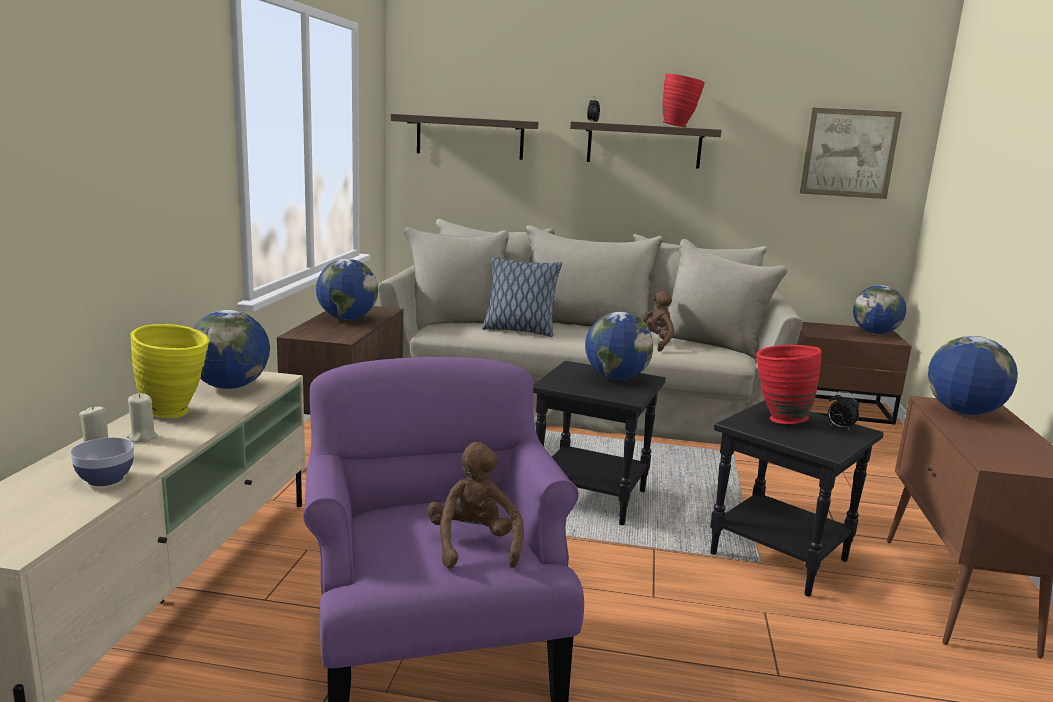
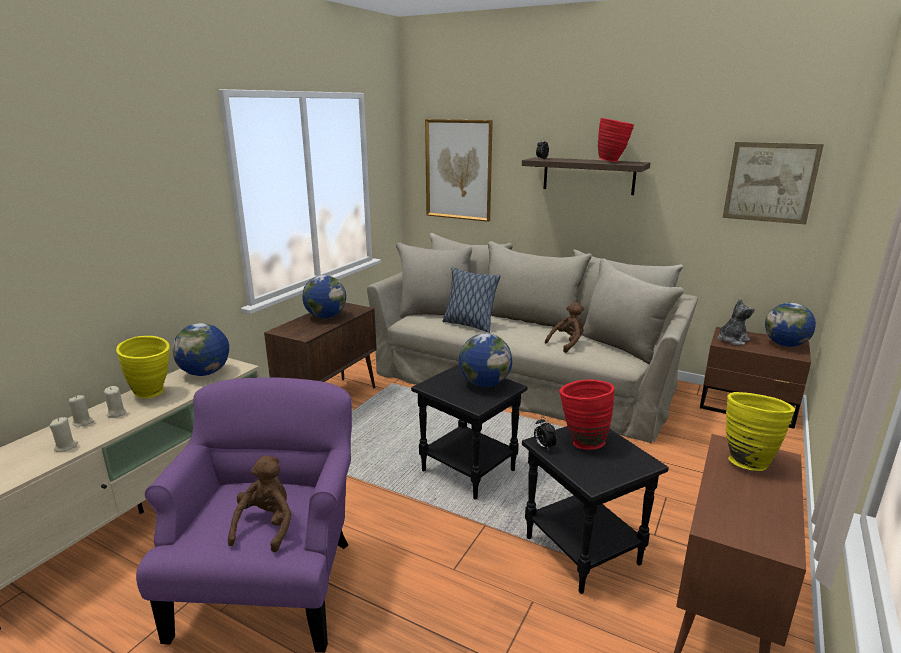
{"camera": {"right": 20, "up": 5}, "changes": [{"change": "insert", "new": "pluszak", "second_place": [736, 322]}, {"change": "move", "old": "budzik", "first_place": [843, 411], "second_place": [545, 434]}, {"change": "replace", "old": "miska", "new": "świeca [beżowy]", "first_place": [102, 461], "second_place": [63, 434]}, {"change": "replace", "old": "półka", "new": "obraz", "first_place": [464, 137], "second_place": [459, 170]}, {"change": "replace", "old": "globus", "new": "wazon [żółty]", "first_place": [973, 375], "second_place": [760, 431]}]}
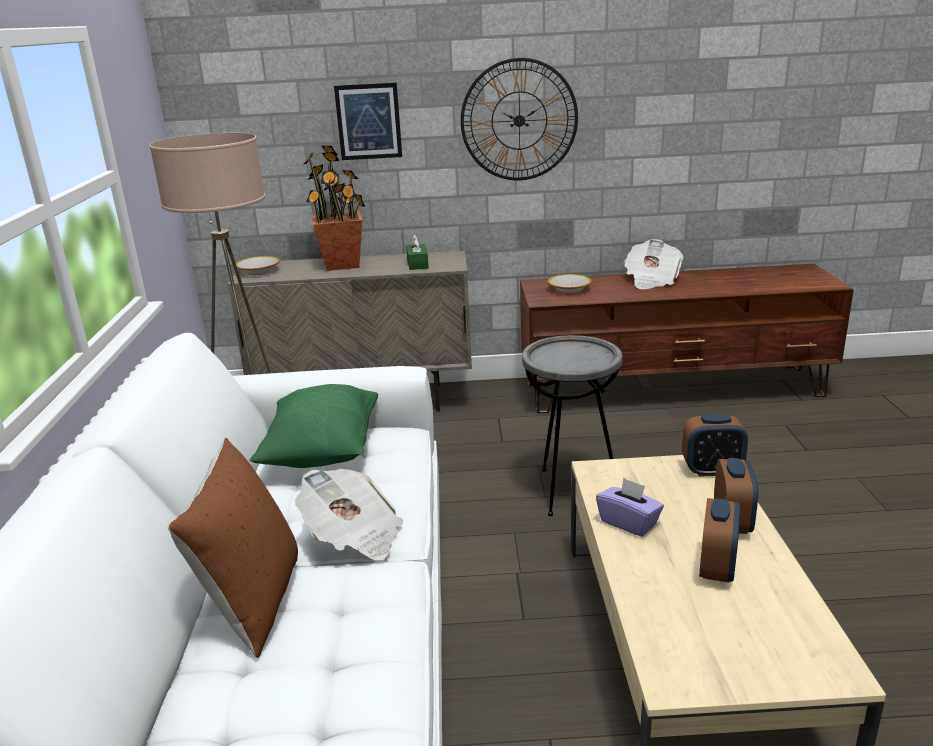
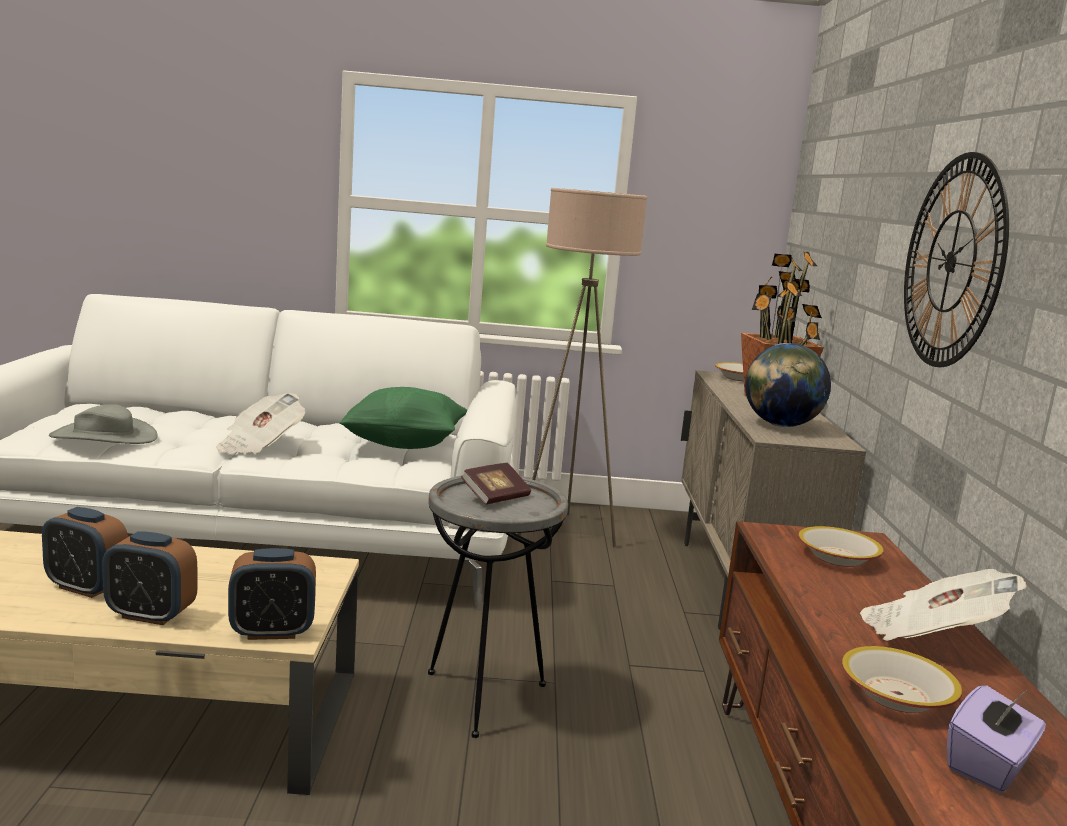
{"camera": {"right": 90, "up": -10}, "changes": [{"change": "delete", "old": "poduszka [brązowy]", "first_place": [233, 548]}, {"change": "delete", "old": "obraz", "first_place": [368, 121]}, {"change": "insert", "new": "kapelusz [szary]", "second_place": [103, 424]}, {"change": "insert", "new": "książka", "second_place": [496, 484]}, {"change": "insert", "new": "miska", "second_place": [902, 679]}, {"change": "move", "old": "pudełko chusteczek [fioletowy]", "first_place": [630, 507], "second_place": [996, 739]}, {"change": "replace", "old": "pudełko chusteczek [zielony]", "new": "globus", "first_place": [417, 252], "second_place": [788, 385]}, {"change": "rotate", "old": "budzik", "first_place": [715, 445], "second_place": [272, 594], "degrees": -105}]}
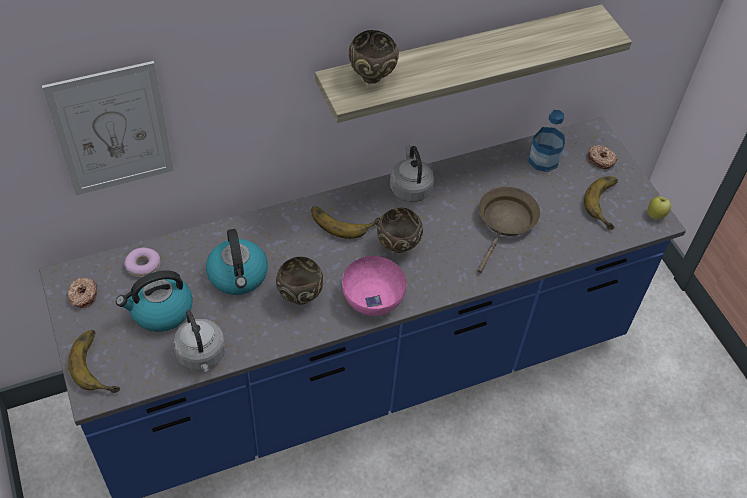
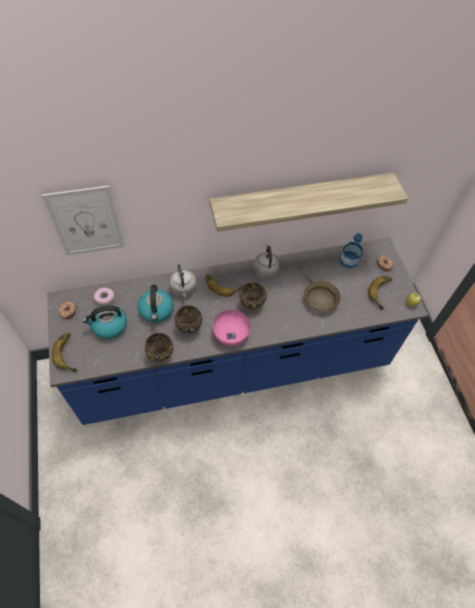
{"camera": {"right": 10, "up": 5}, "changes": [{"change": "move", "old": "czajnik [szary]", "first_place": [199, 341], "second_place": [182, 280]}, {"change": "move", "old": "miska [brązowy]", "first_place": [373, 57], "second_place": [159, 347]}, {"change": "rotate", "old": "patelnia [brązowy]", "first_place": [508, 230], "second_place": [319, 288], "degrees": 120}]}
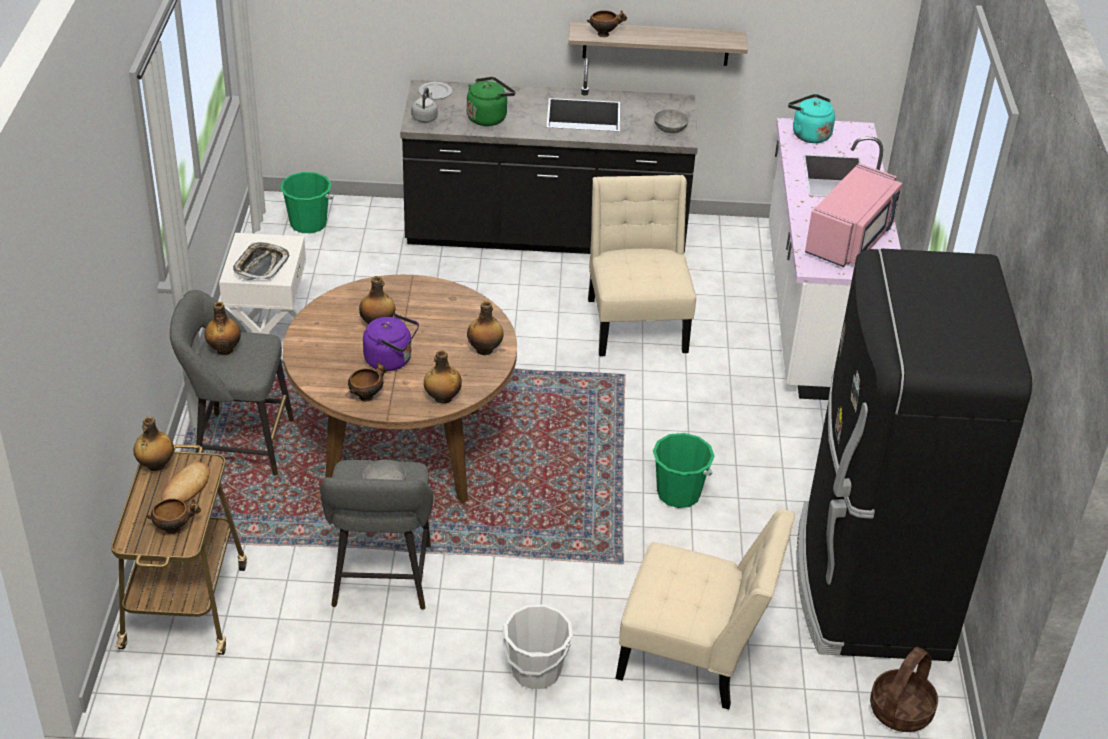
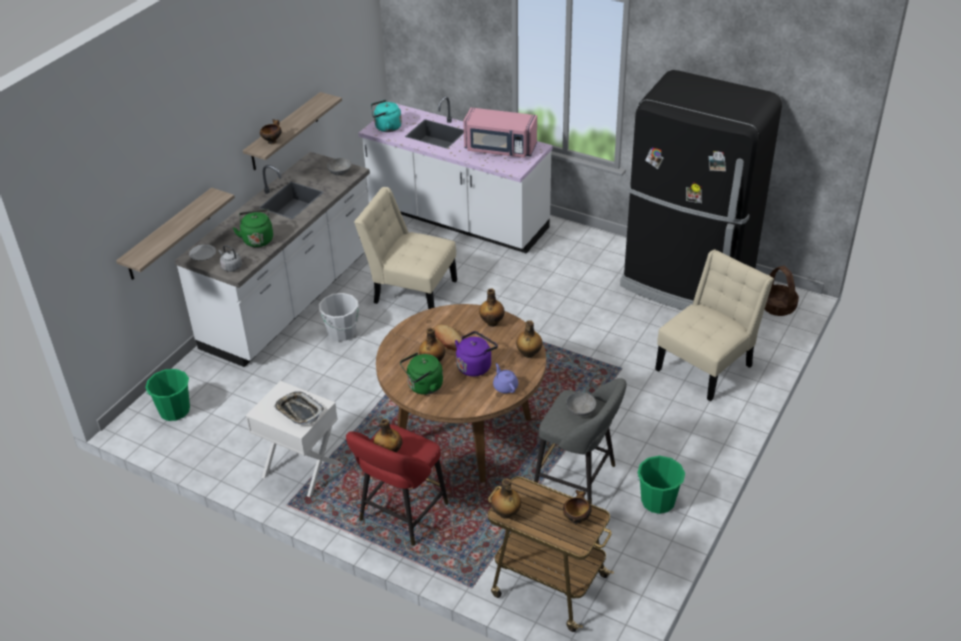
{"camera": {"right": -60, "up": 0}, "changes": [{"change": "insert", "new": "półka", "second_place": [175, 233]}, {"change": "insert", "new": "czajnik [zielony]", "second_place": [421, 374]}, {"change": "move", "old": "chleb", "first_place": [185, 482], "second_place": [448, 337]}, {"change": "move", "old": "wiadro [biały]", "first_place": [537, 646], "second_place": [339, 317]}, {"change": "move", "old": "wiadro [zielony]", "first_place": [684, 470], "second_place": [660, 485]}, {"change": "replace", "old": "miska", "new": "imbryk [fioletowy]", "first_place": [367, 382], "second_place": [505, 378]}, {"change": "recolor", "old": "stołek [szary]", "new": "stołek [czerwony]", "first_place": [232, 383], "second_place": [397, 485]}, {"change": "recolor", "old": "zabudowa kuchenna [czarny]", "new": "zabudowa kuchenna [biały]", "first_place": [549, 156], "second_place": [272, 259]}, {"change": "rotate", "old": "mikrofalówka [różowy]", "first_place": [853, 215], "second_place": [500, 132], "degrees": 135}]}
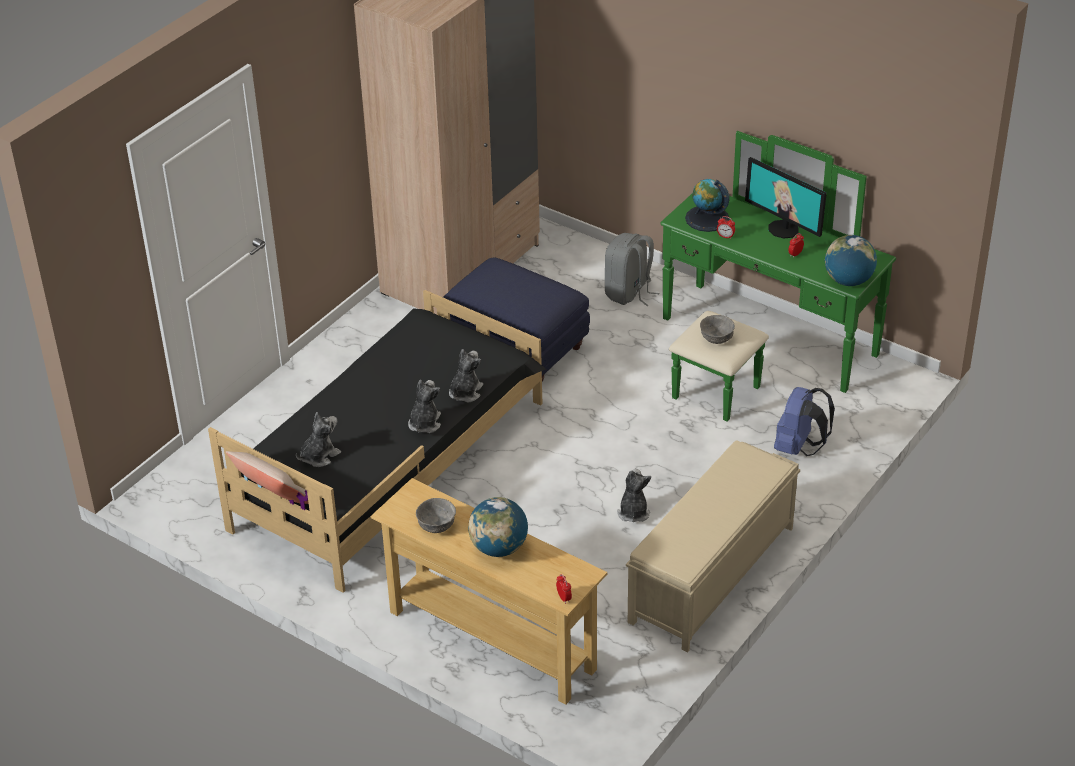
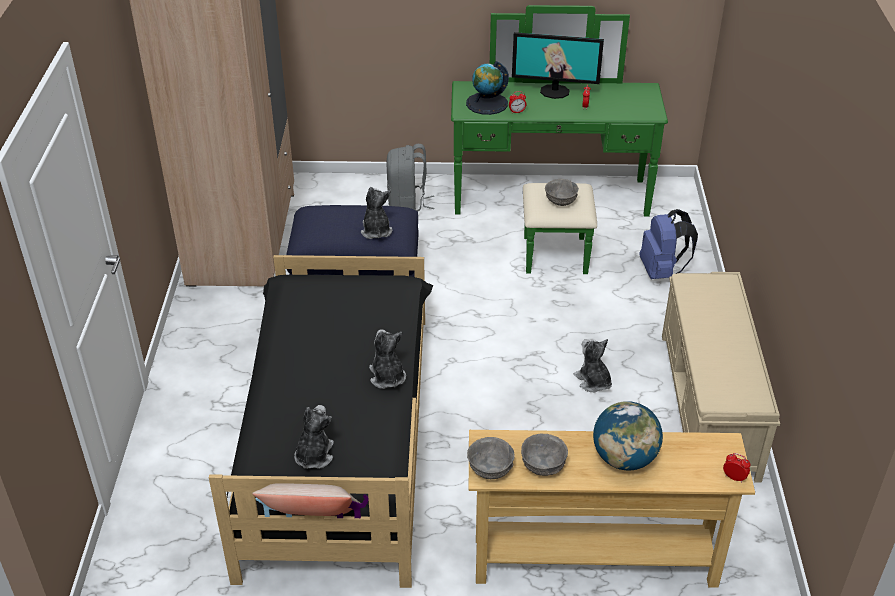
{"camera": {"right": -35, "up": 0}, "changes": [{"change": "delete", "old": "globus", "first_place": [851, 260]}, {"change": "insert", "new": "miska [szary]", "second_place": [491, 458]}, {"change": "move", "old": "pluszak", "first_place": [466, 376], "second_place": [376, 213]}]}
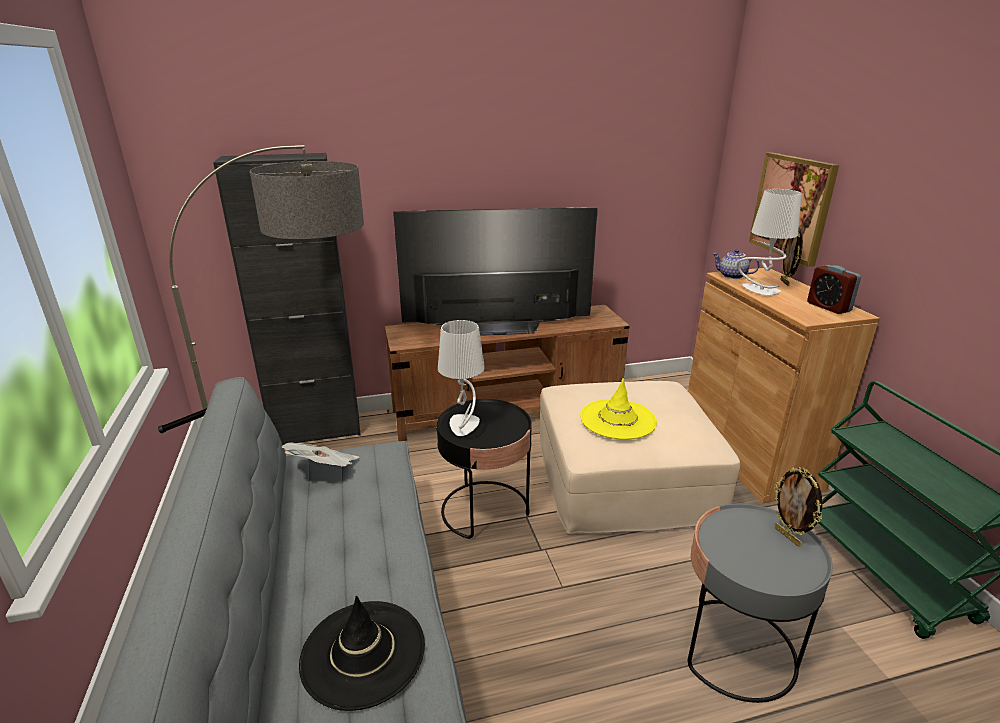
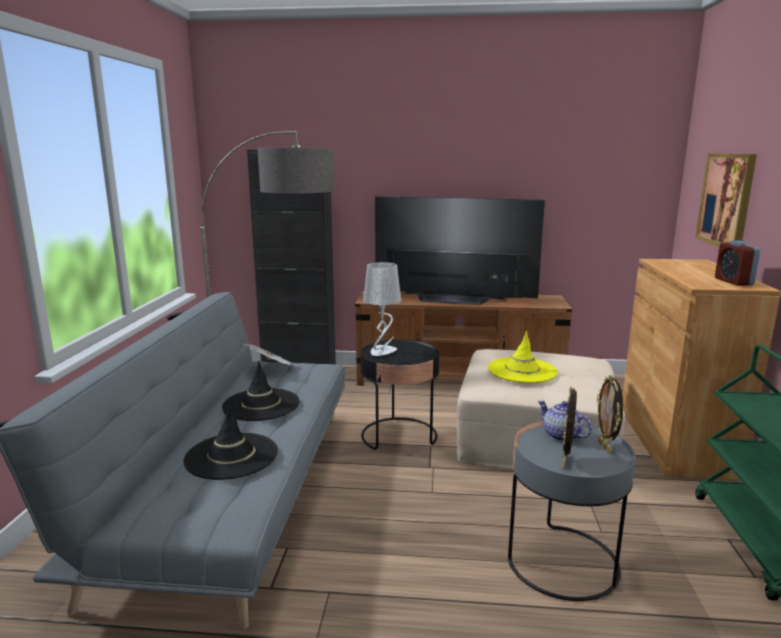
{"camera": {"right": 20, "up": -10}, "changes": [{"change": "delete", "old": "lampa stołowa [biały]", "first_place": [769, 242]}, {"change": "insert", "new": "kapelusz [czarny]", "second_place": [261, 391]}, {"change": "move", "old": "imbryk", "first_place": [736, 264], "second_place": [565, 421]}, {"change": "move", "old": "ramka na zdjęcie", "first_place": [791, 257], "second_place": [569, 428]}]}
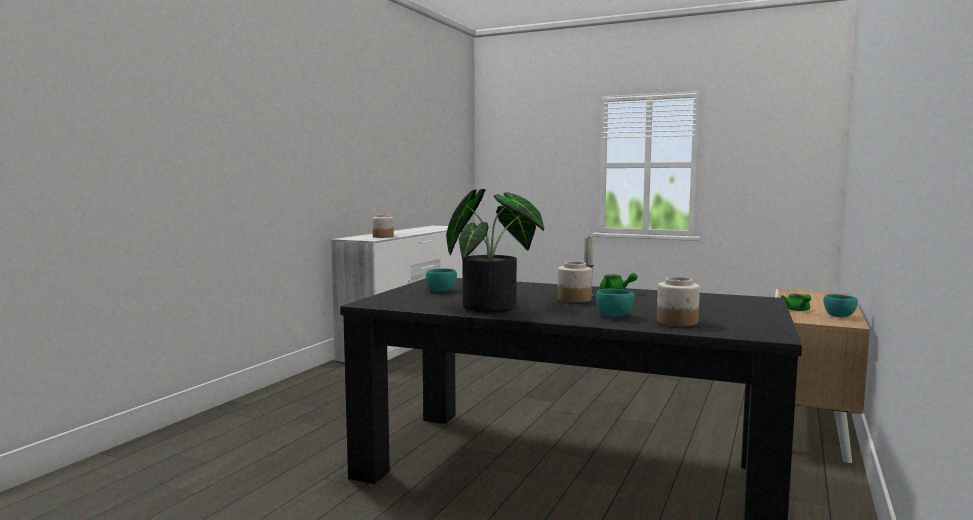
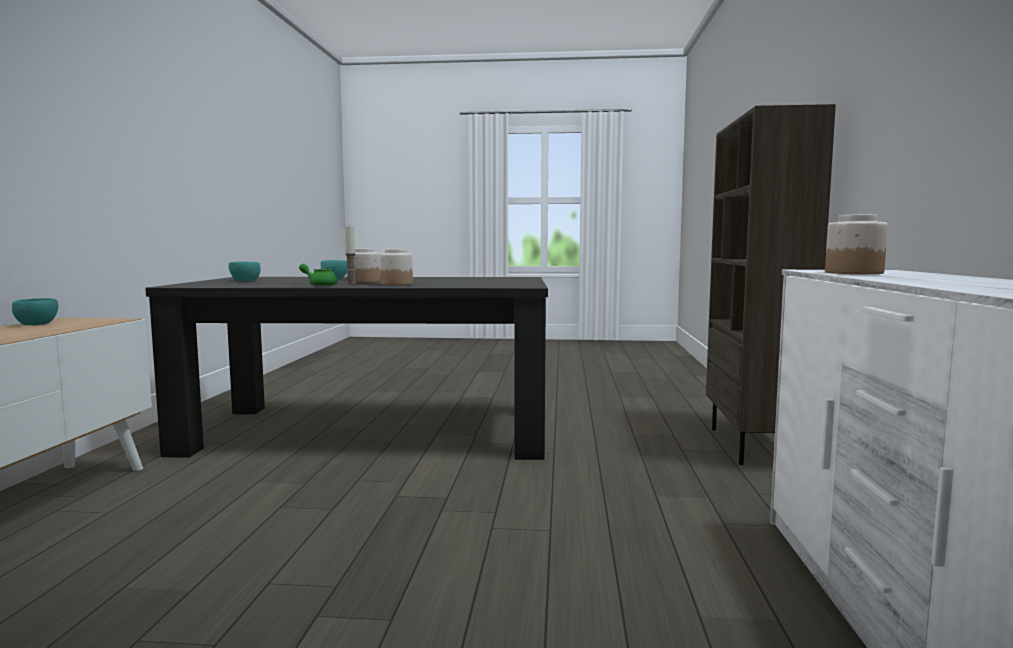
{"camera": {"right": 160, "up": 0}, "changes": [{"change": "delete", "old": "roślina doniczkowa", "first_place": [495, 251]}, {"change": "delete", "old": "imbryk [zielony]", "first_place": [796, 302]}, {"change": "insert", "new": "regał [brązowy]", "second_place": [771, 284]}, {"change": "move", "old": "miska [turkusowy]", "first_place": [441, 280], "second_place": [245, 271]}, {"change": "move", "old": "słoik", "first_place": [678, 301], "second_place": [396, 267]}]}
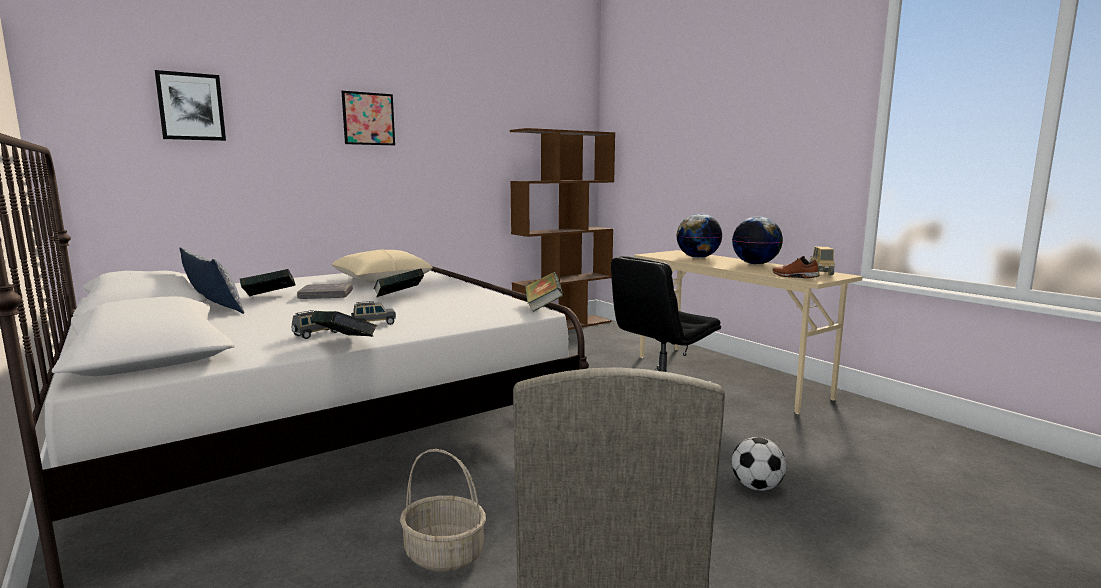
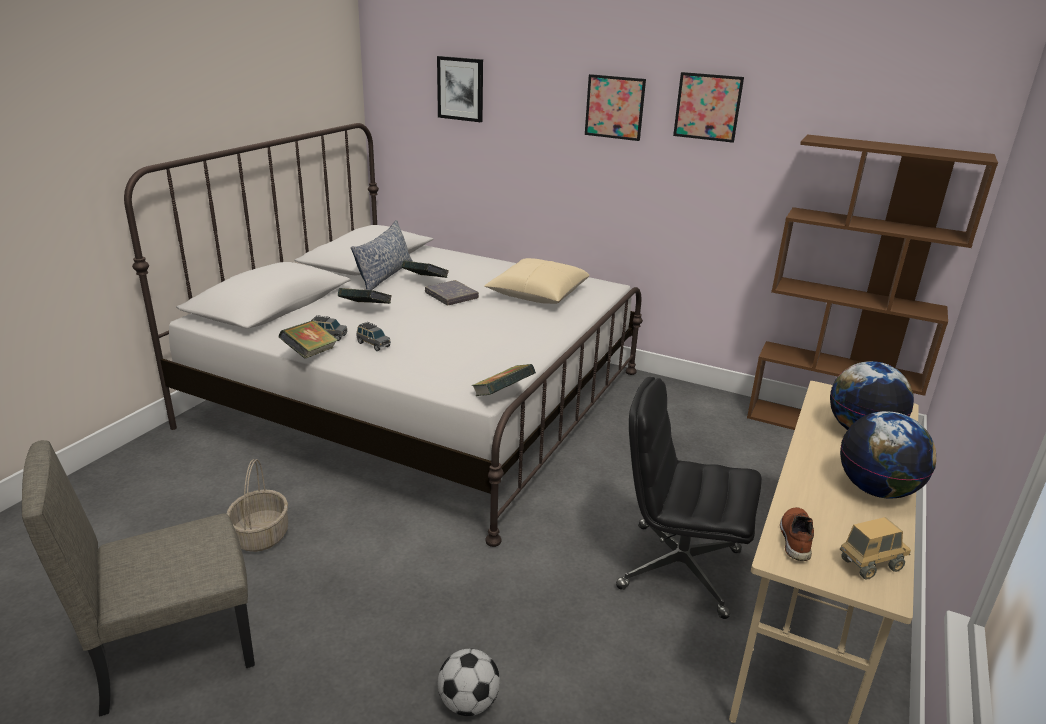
{"camera": {"right": 60, "up": 15}, "changes": [{"change": "insert", "new": "obraz", "second_place": [708, 107]}, {"change": "move", "old": "książka", "first_place": [398, 282], "second_place": [365, 296]}]}
